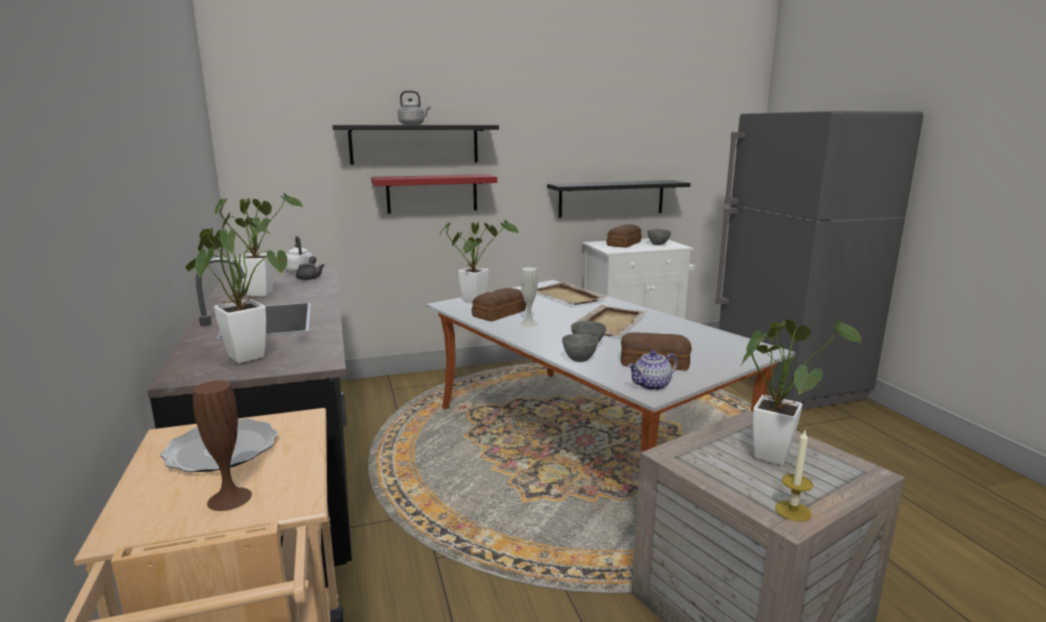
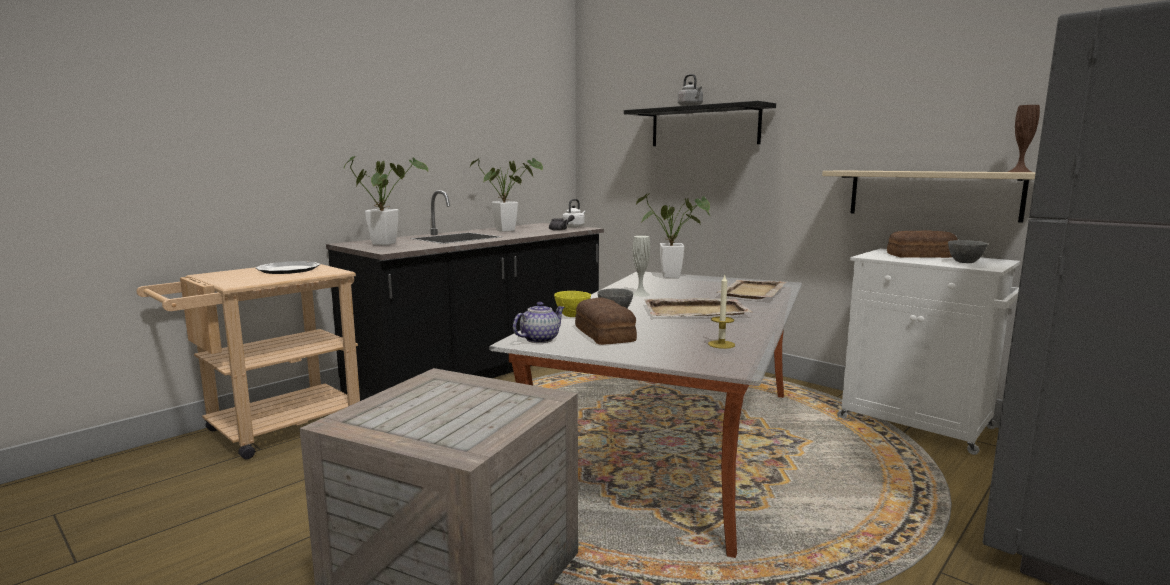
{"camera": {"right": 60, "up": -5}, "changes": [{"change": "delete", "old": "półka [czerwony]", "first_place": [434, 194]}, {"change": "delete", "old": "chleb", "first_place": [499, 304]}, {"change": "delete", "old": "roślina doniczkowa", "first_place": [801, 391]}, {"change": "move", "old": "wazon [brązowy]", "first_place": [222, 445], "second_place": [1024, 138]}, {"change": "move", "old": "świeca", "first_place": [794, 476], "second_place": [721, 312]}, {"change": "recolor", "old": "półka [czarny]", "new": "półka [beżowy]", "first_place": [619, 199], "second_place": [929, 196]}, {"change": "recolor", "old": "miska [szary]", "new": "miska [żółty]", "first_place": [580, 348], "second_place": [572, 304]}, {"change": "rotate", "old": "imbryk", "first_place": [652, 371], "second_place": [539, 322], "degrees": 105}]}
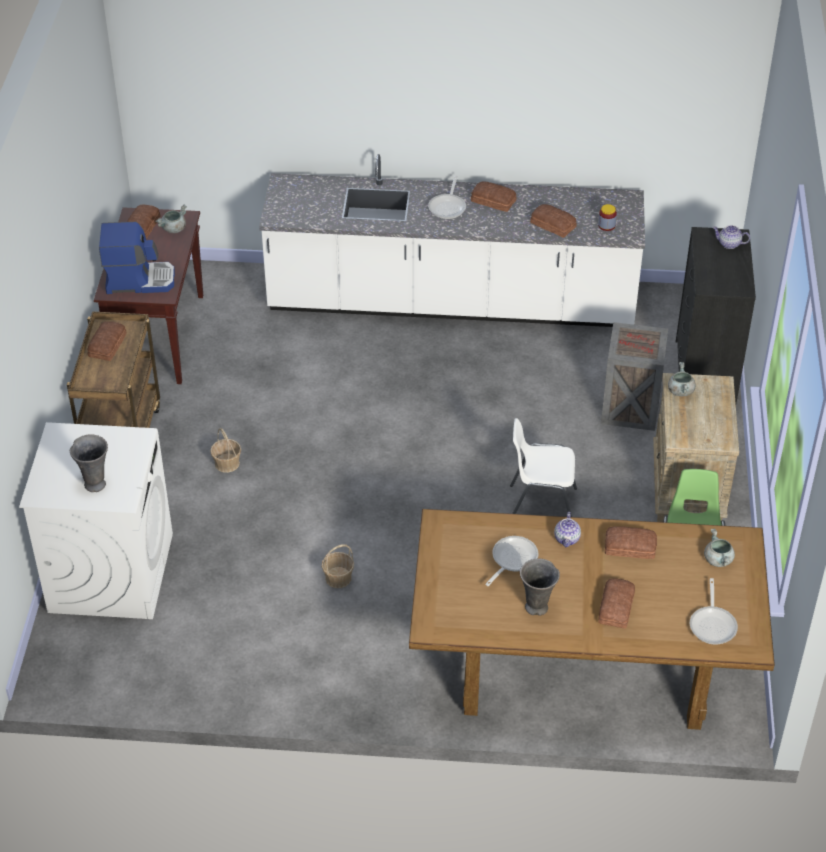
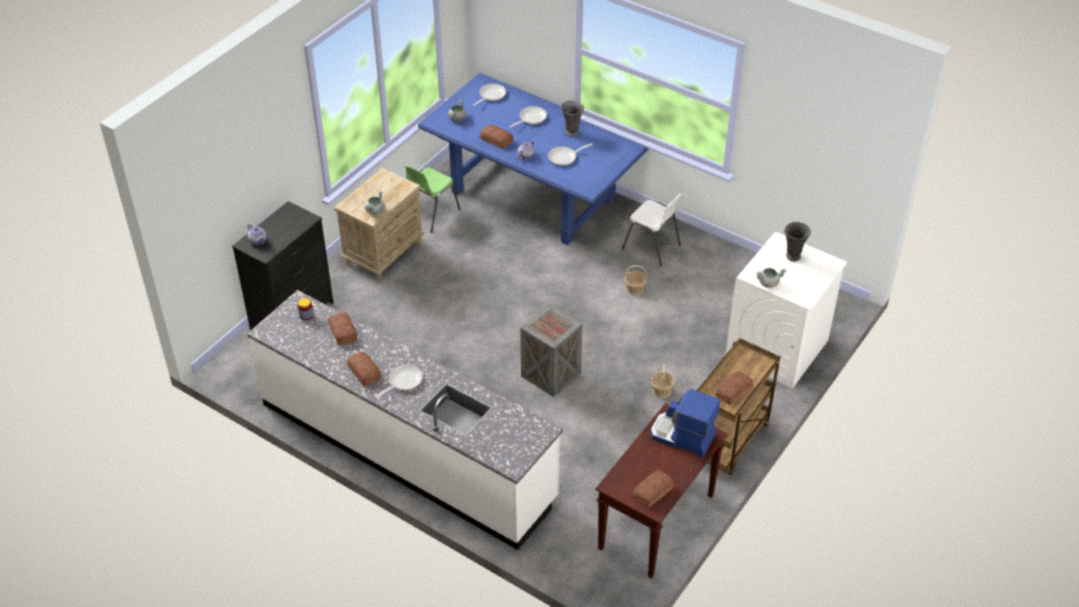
{"camera": {"right": -150, "up": 0}, "changes": [{"change": "move", "old": "garnek [szary]", "first_place": [171, 218], "second_place": [771, 278]}, {"change": "move", "old": "krzesło [biały]", "first_place": [543, 467], "second_place": [651, 229]}, {"change": "move", "old": "skrzynka", "first_place": [634, 376], "second_place": [551, 350]}, {"change": "replace", "old": "chleb", "new": "patelnia", "first_place": [616, 603], "second_place": [528, 117]}, {"change": "recolor", "old": "stół jadalny [brązowy]", "new": "stół jadalny [niebieski]", "first_place": [592, 619], "second_place": [533, 159]}]}
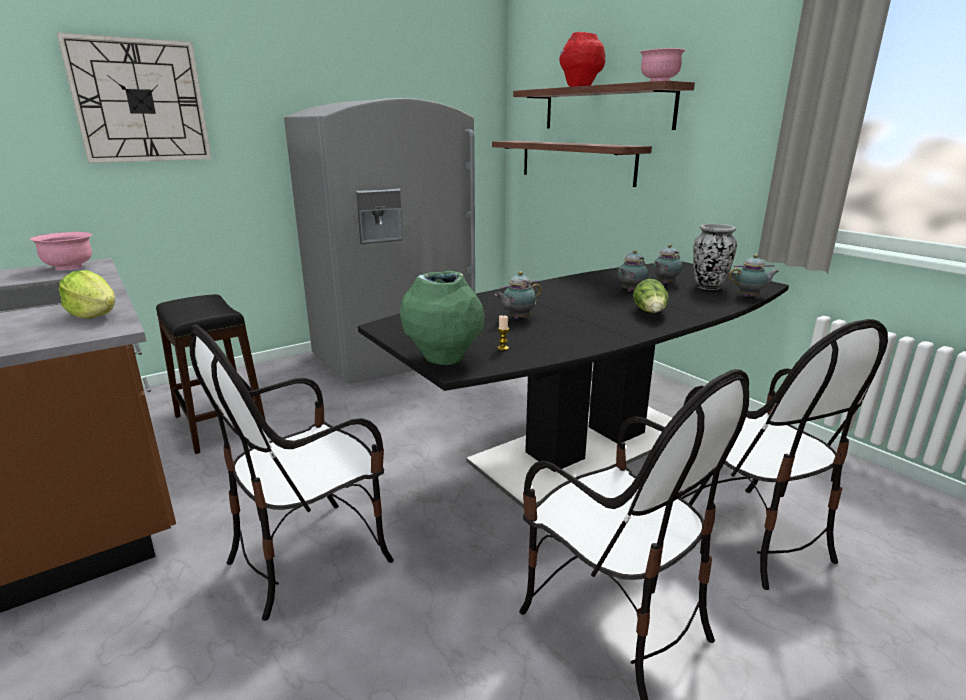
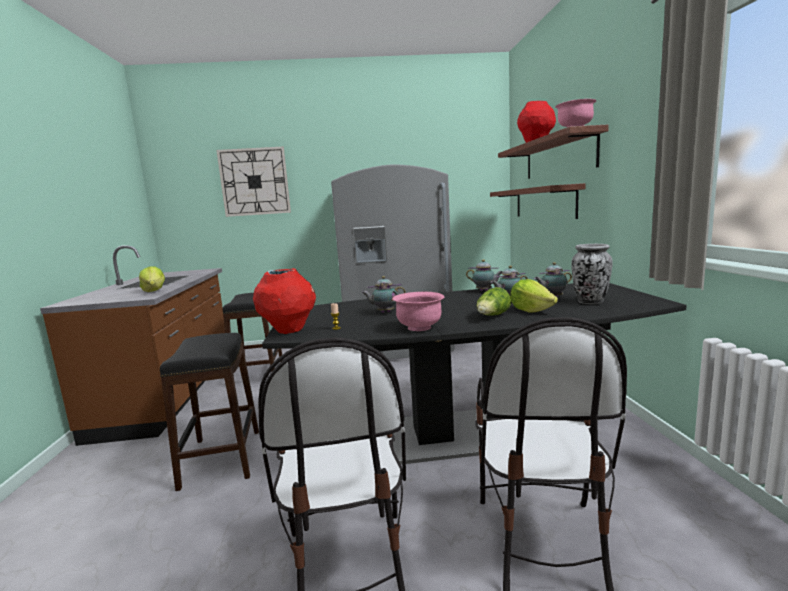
{"camera": {"right": 30, "up": -10}, "changes": [{"change": "insert", "new": "sałata", "second_place": [534, 296]}, {"change": "move", "old": "miska [różowy]", "first_place": [61, 251], "second_place": [418, 311]}, {"change": "move", "old": "imbryk", "first_place": [753, 275], "second_place": [484, 275]}, {"change": "replace", "old": "krzesło", "new": "stołek [czarny]", "first_place": [291, 472], "second_place": [209, 412]}, {"change": "recolor", "old": "wazon [zielony]", "new": "wazon [czerwony]", "first_place": [442, 318], "second_place": [284, 301]}]}
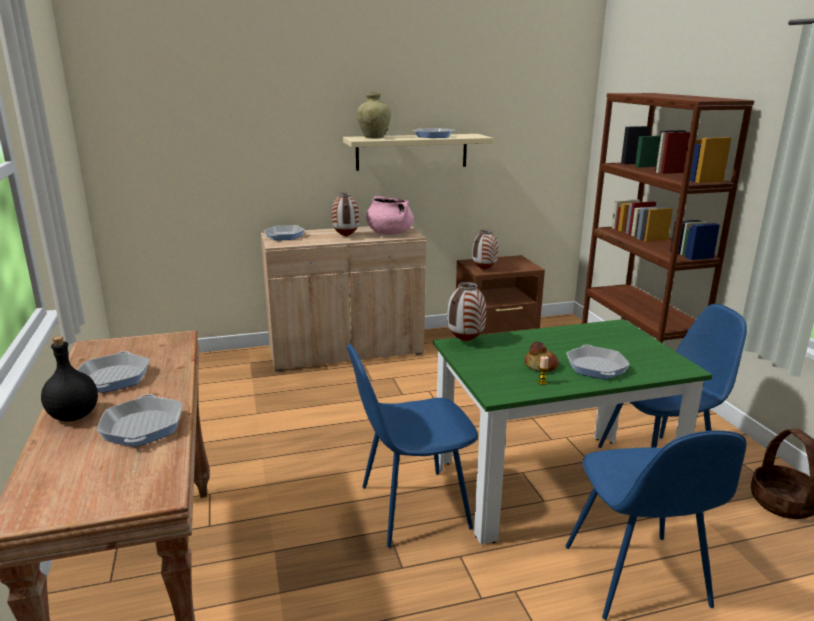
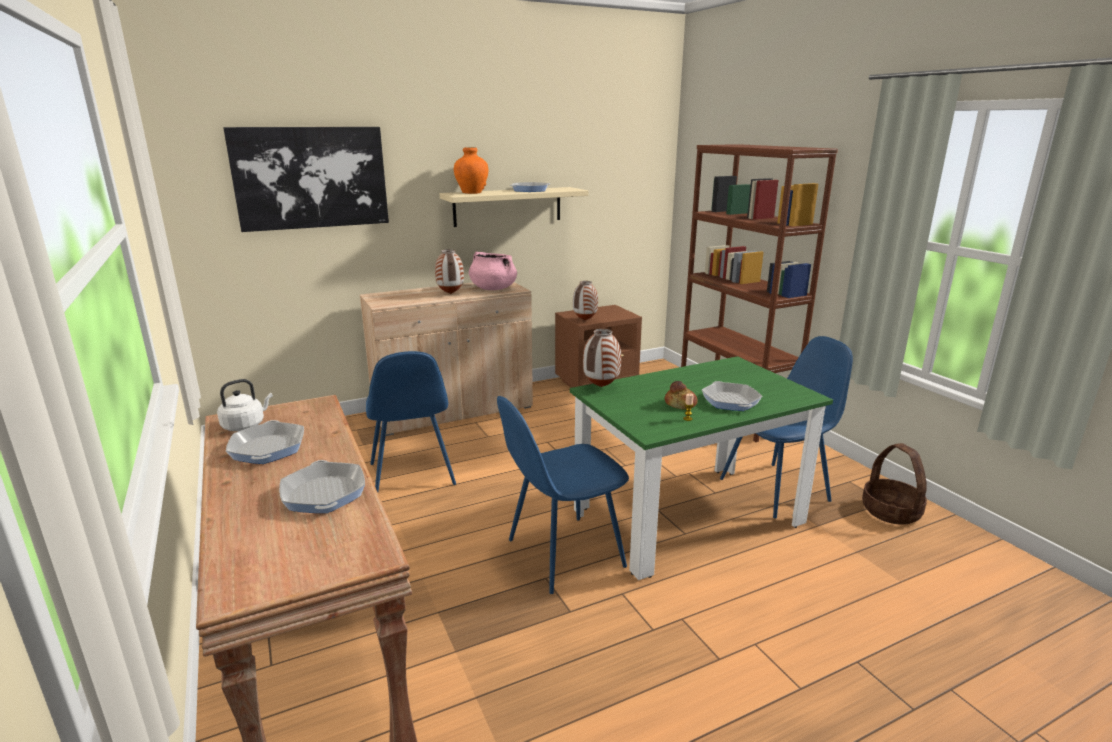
{"camera": {"right": -10, "up": 0}, "changes": [{"change": "delete", "old": "butelka [czarny]", "first_place": [69, 378]}, {"change": "delete", "old": "patelnia", "first_place": [284, 232]}, {"change": "insert", "new": "czajnik [biały]", "second_place": [245, 405]}, {"change": "insert", "new": "obraz", "second_place": [306, 179]}, {"change": "move", "old": "krzesło [niebieski]", "first_place": [655, 525], "second_place": [411, 421]}, {"change": "recolor", "old": "wazon [beżowy]", "new": "wazon [pomarańczowy]", "first_place": [374, 115], "second_place": [471, 170]}]}
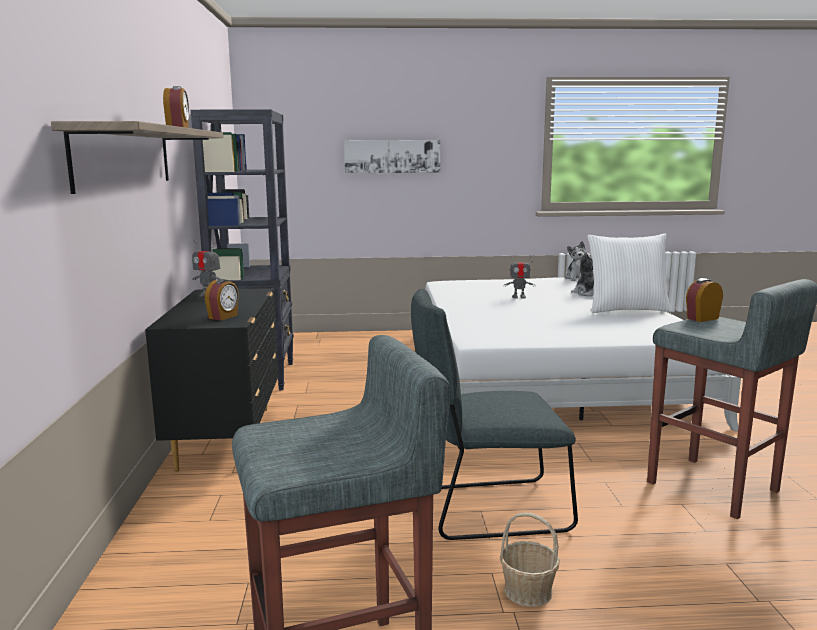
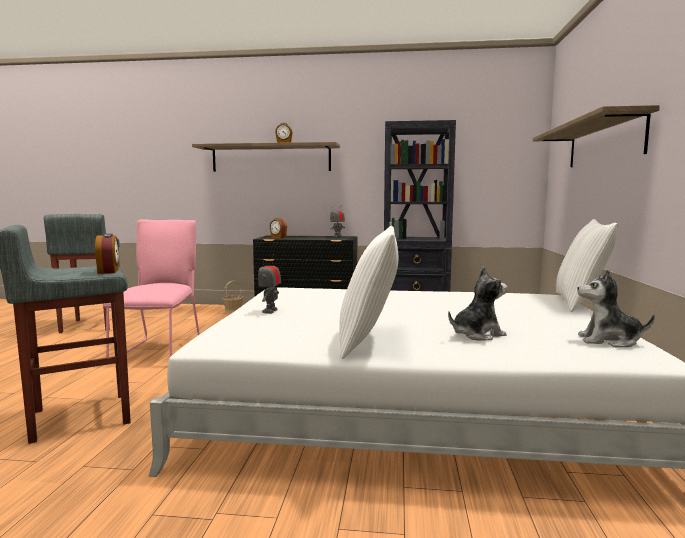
{"camera": {"right": 100, "up": -5}, "changes": [{"change": "insert", "new": "poduszka [biały]", "second_place": [587, 265]}, {"change": "move", "old": "koszyk", "first_place": [529, 560], "second_place": [233, 297]}, {"change": "move", "old": "robot zabawkowy", "first_place": [519, 277], "second_place": [269, 284]}, {"change": "replace", "old": "obraz", "new": "półka", "first_place": [392, 156], "second_place": [596, 136]}, {"change": "recolor", "old": "krzesło [szary]", "new": "krzesło [różowy]", "first_place": [494, 414], "second_place": [151, 288]}]}
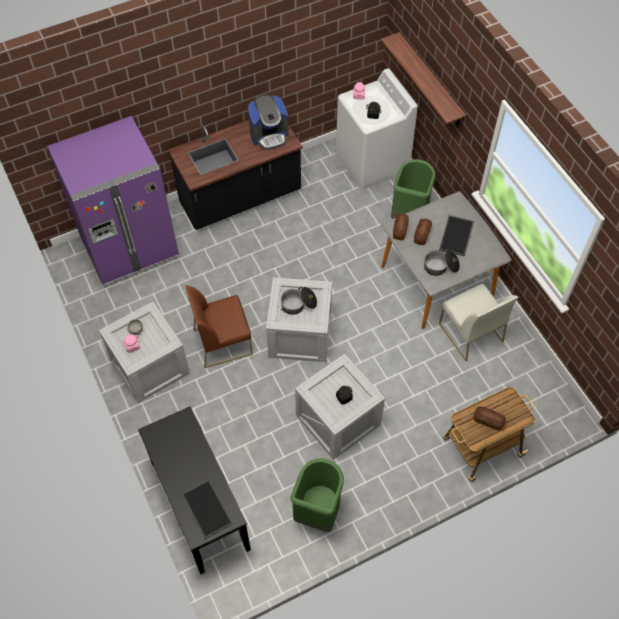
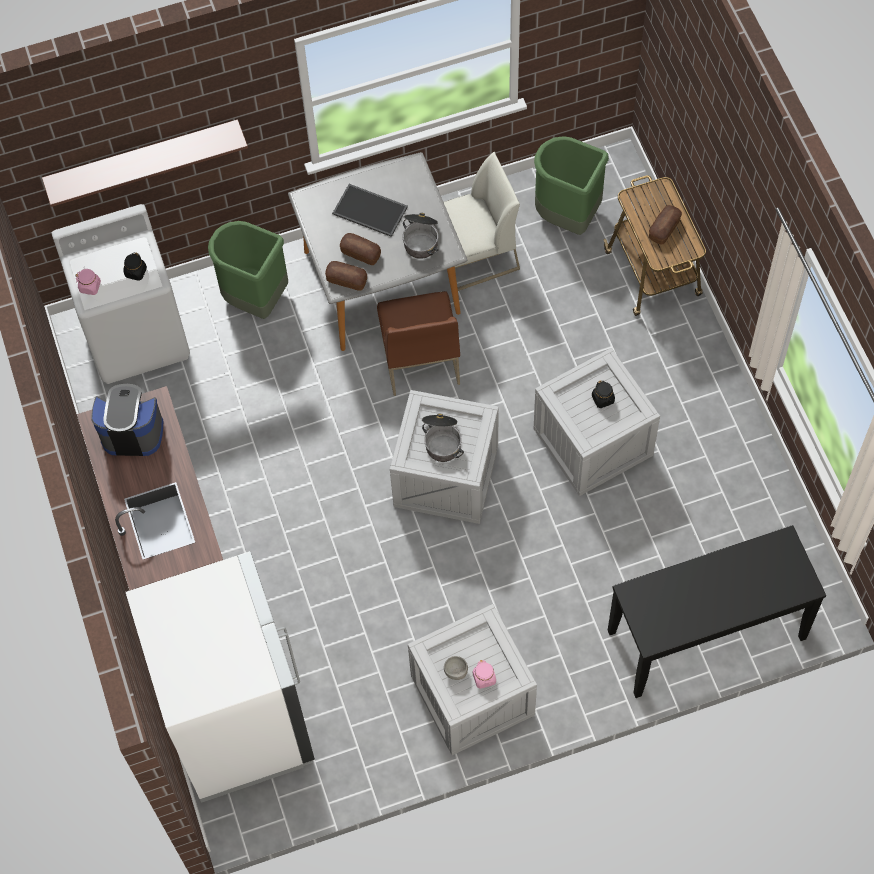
{"camera": {"right": -80, "up": 5}, "changes": [{"change": "delete", "old": "taca", "first_place": [207, 509]}, {"change": "move", "old": "krzesło [brązowy]", "first_place": [219, 326], "second_place": [418, 343]}, {"change": "move", "old": "kosz na śmieci [zielony]", "first_place": [317, 495], "second_place": [571, 185]}, {"change": "recolor", "old": "lodówka [fioletowy]", "new": "lodówka [biały]", "first_place": [113, 201], "second_place": [220, 677]}, {"change": "rotate", "old": "ekspres do kawy", "first_place": [268, 122], "second_place": [127, 420], "degrees": -75}]}
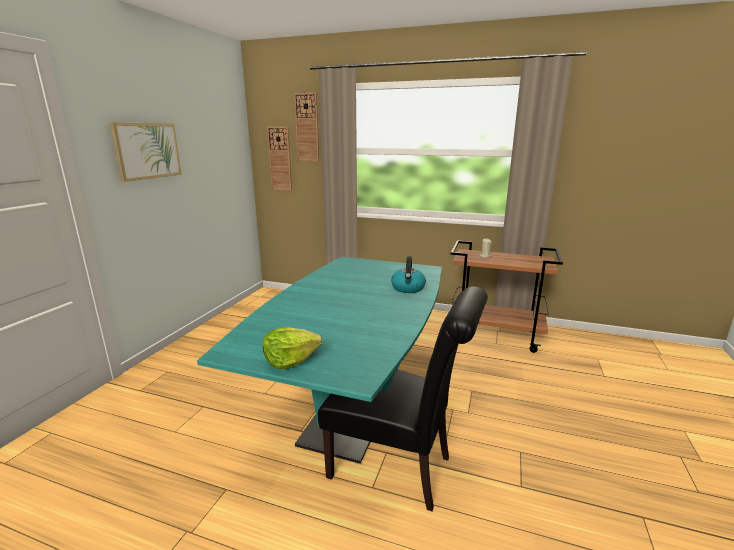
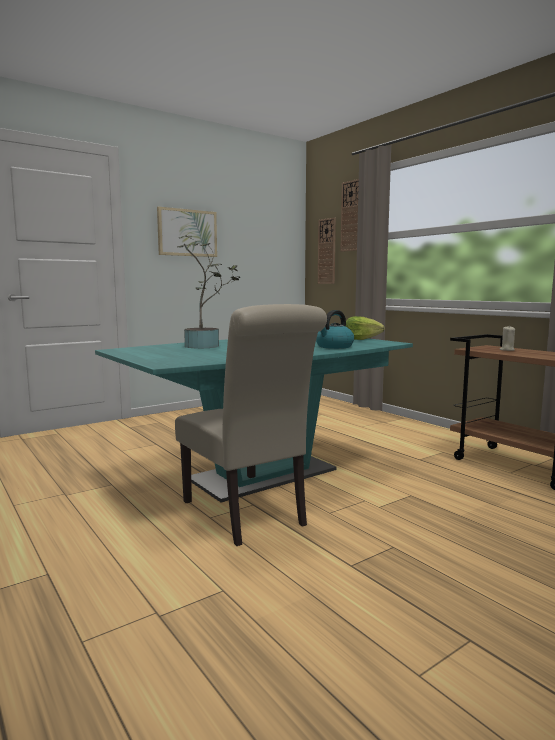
{"camera": {"right": 35, "up": -10}, "changes": [{"change": "insert", "new": "roślina doniczkowa", "second_place": [208, 292]}, {"change": "move", "old": "sałata", "first_place": [292, 348], "second_place": [365, 328]}, {"change": "recolor", "old": "krzesło [czarny]", "new": "krzesło [beżowy]", "first_place": [403, 399], "second_place": [251, 425]}]}
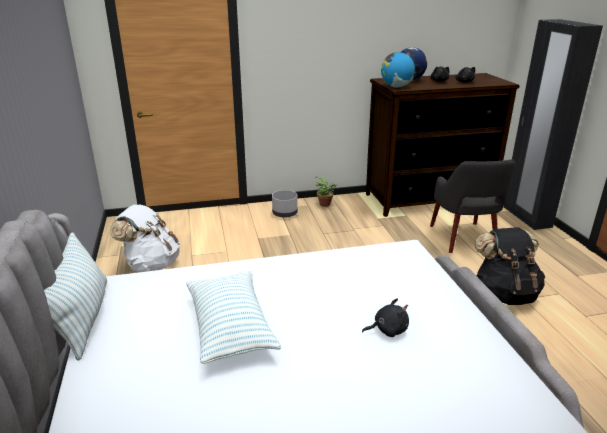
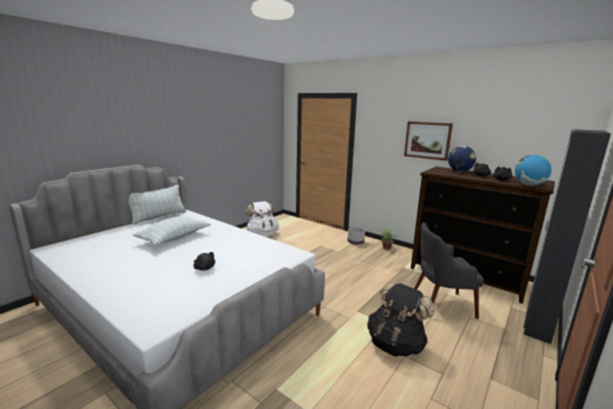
{"camera": {"right": 50, "up": -10}, "changes": [{"change": "insert", "new": "obraz", "second_place": [428, 141]}, {"change": "move", "old": "globus", "first_place": [398, 70], "second_place": [533, 170]}, {"change": "rotate", "old": "fotel [szary]", "first_place": [472, 206], "second_place": [449, 270], "degrees": 45}]}
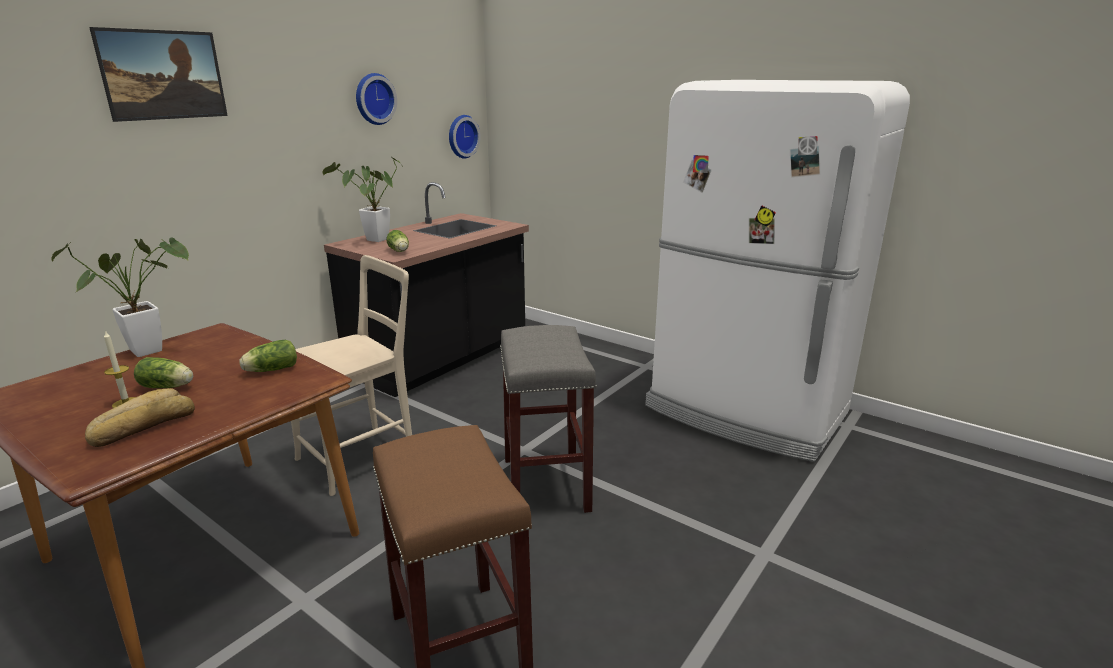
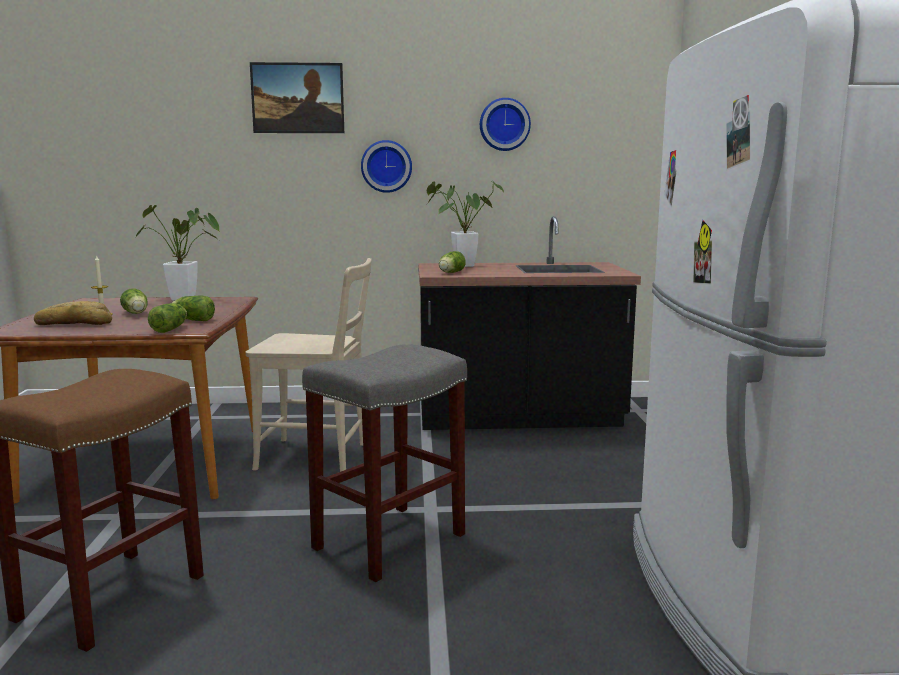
{"camera": {"right": 50, "up": -10}, "changes": [{"change": "insert", "new": "sałata", "second_place": [167, 318]}, {"change": "move", "old": "zegar ścienny", "first_place": [465, 136], "second_place": [386, 166]}]}
